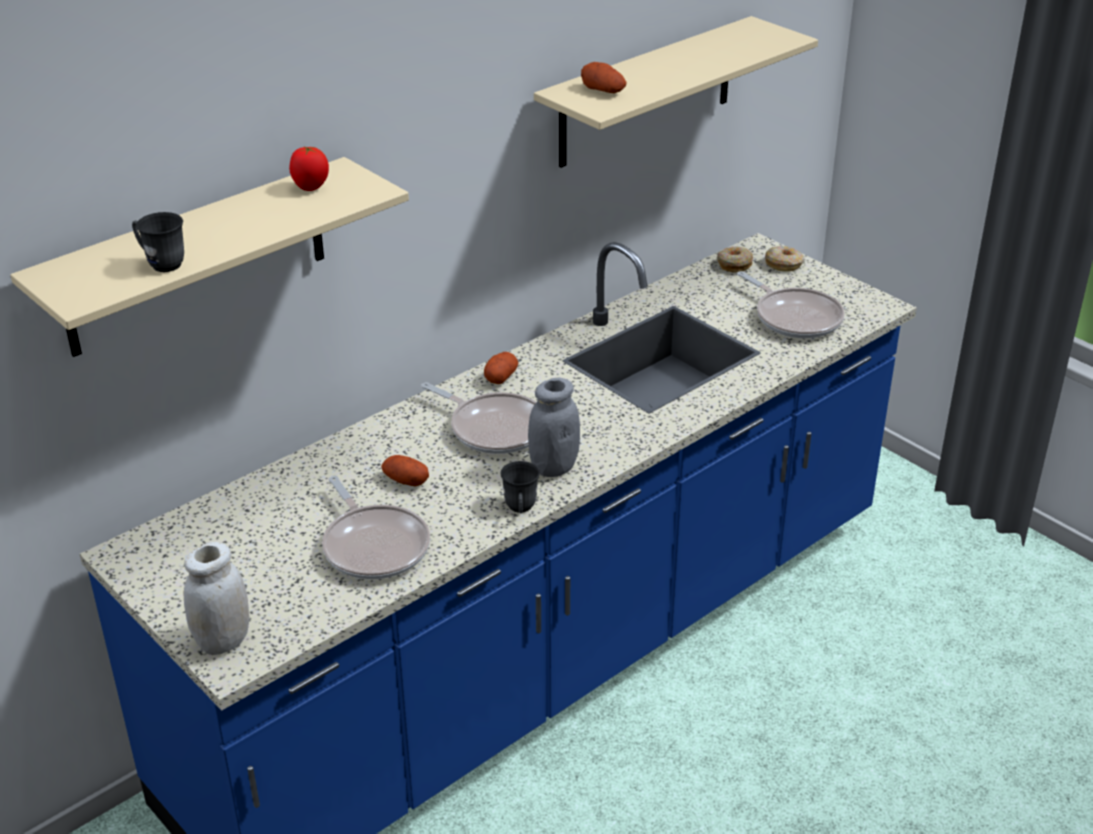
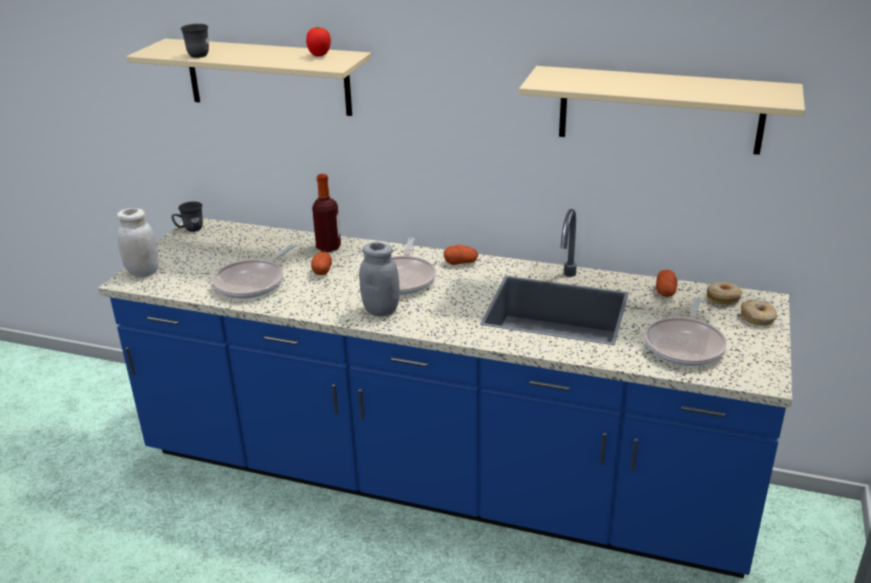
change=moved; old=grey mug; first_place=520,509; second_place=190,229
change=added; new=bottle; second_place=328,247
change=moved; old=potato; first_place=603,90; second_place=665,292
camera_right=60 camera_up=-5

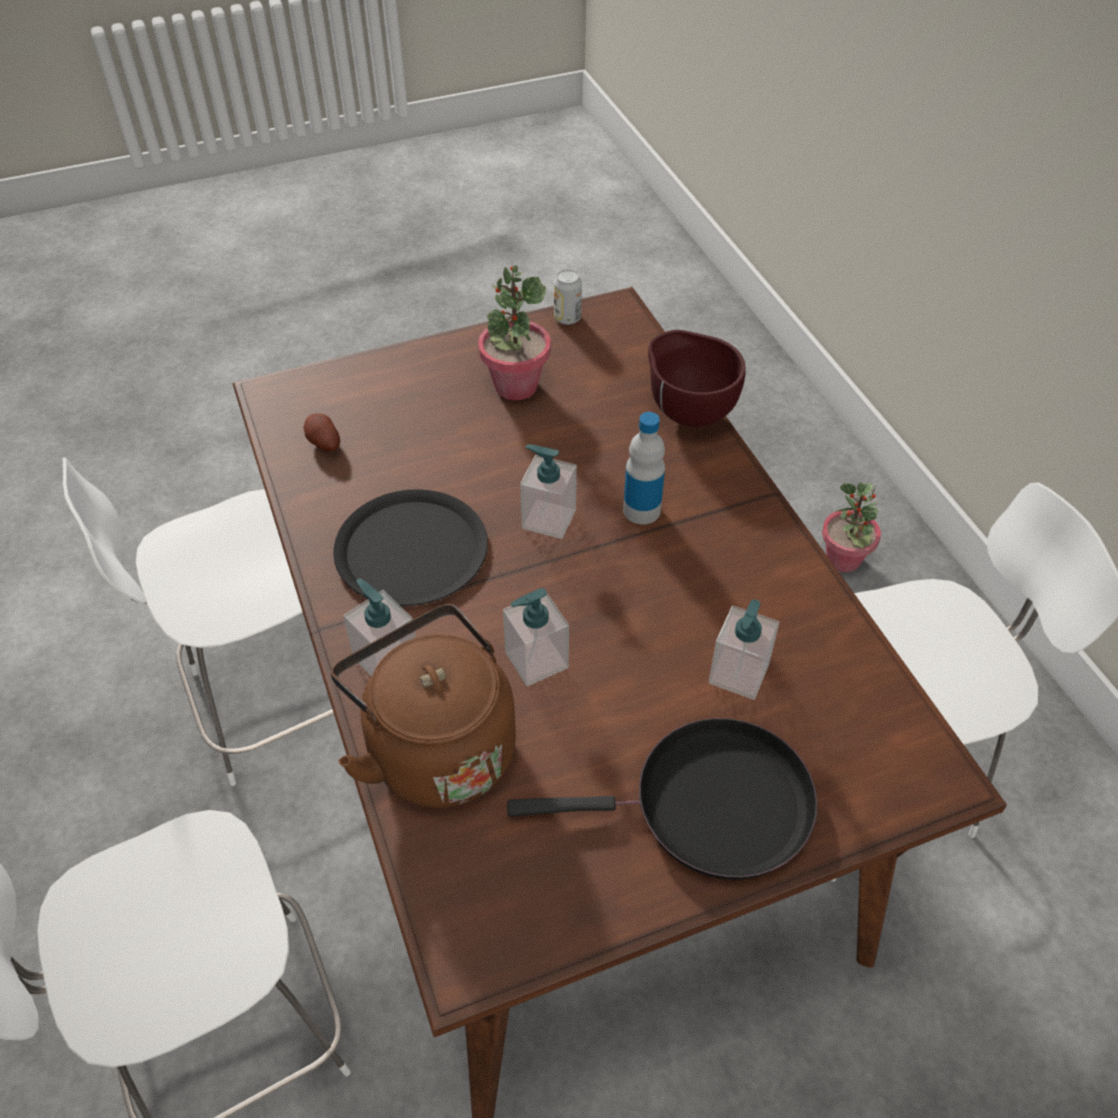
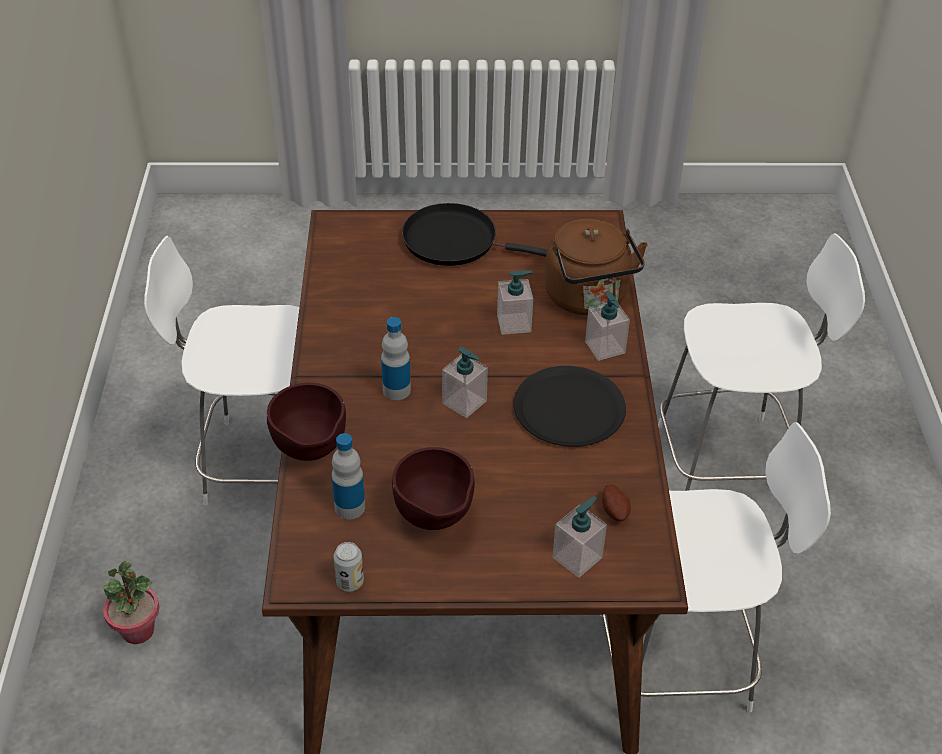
change=added; new=bottle; second_place=350,507
change=replaced; old=potted plant; new=brown bowl; first_place=515,386; second_place=435,520
change=moved; old=soap dispenser; first_place=738,674; second_place=577,557
camera_right=-160 camera_up=-5

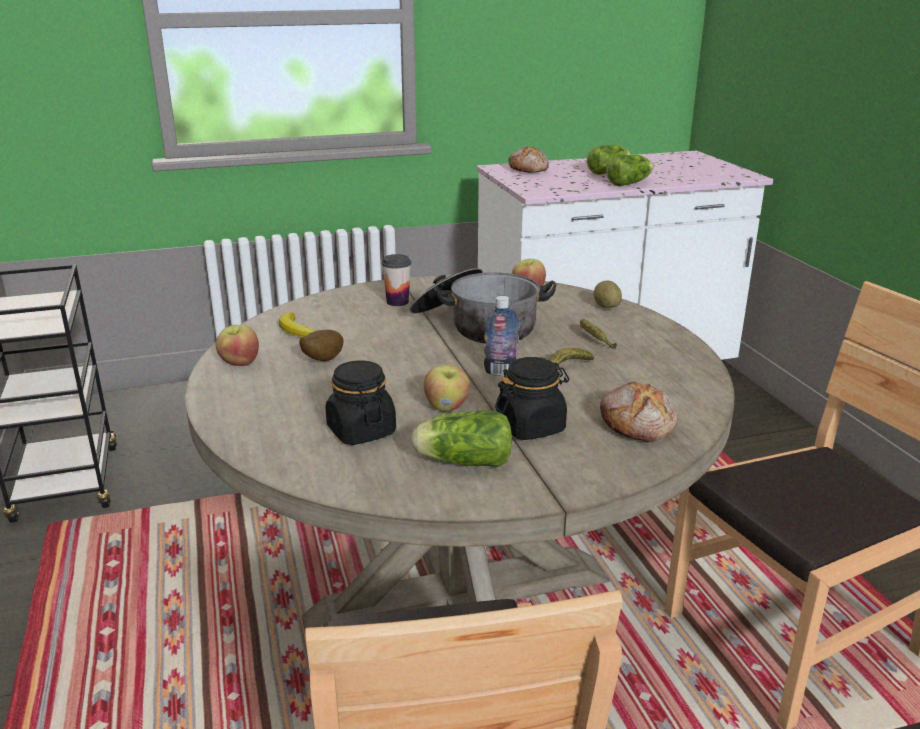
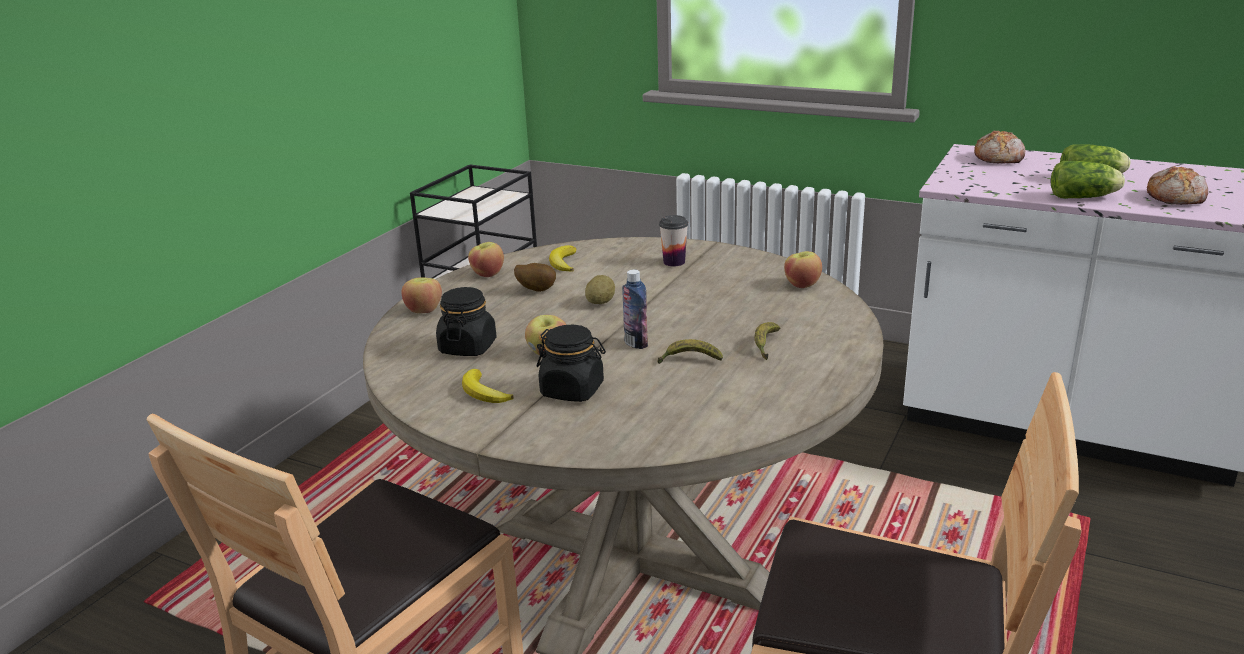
change=added; new=apple; second_place=424,310
change=replaced; old=lettuce; new=banana; first_place=461,461; second_place=483,392
change=moved; old=potato; first_place=606,307; second_place=600,302
change=moved; old=bread; first_place=638,424; second_place=1176,198
change=removed; old=cooking pot; first_place=477,326
camera_right=45 camera_up=0

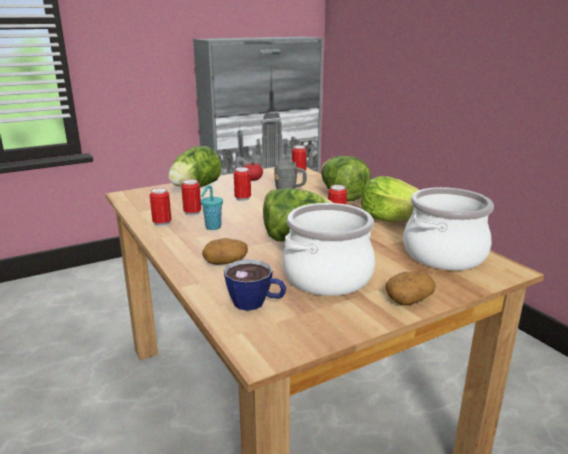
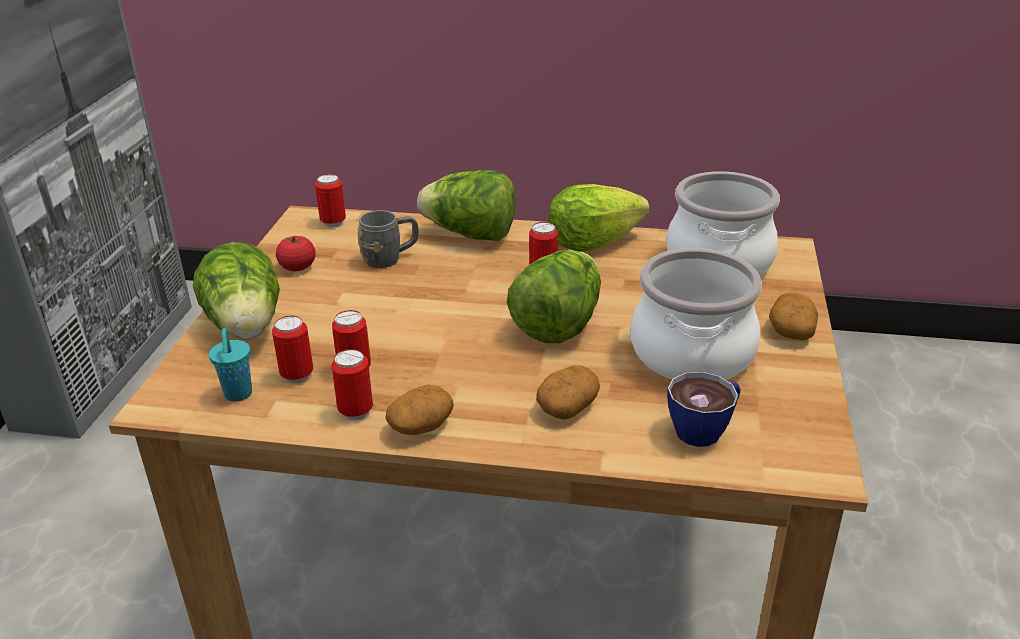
change=moved; old=turquoise cup; first_place=212,227; second_place=238,395
change=moved; old=can; first_place=242,199; second_place=297,375
change=added; new=potato; second_place=421,426
camera_right=-50 camera_up=10

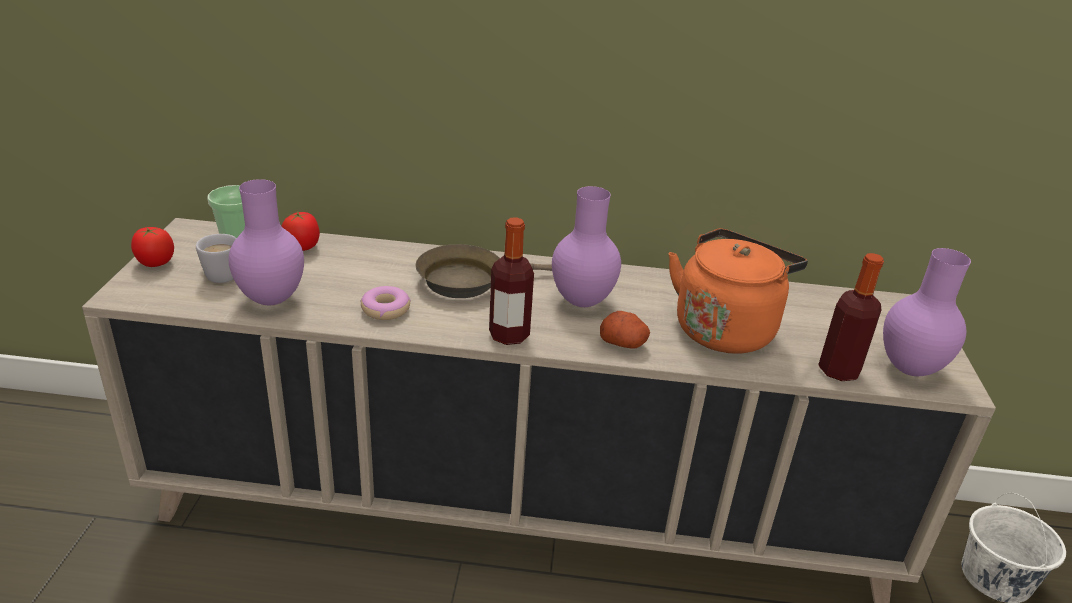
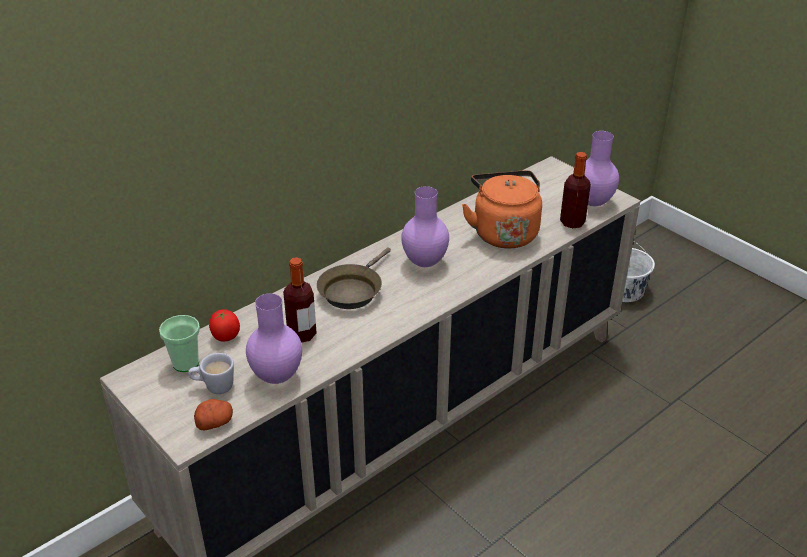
change=moved; old=potato; first_place=624,343; second_place=215,422
change=moved; old=bottle; first_place=509,335; second_place=302,334
change=removed; old=tomato; first_place=155,263
change=removed; old=donut; first_place=386,309
camera_right=-45 camera_up=5

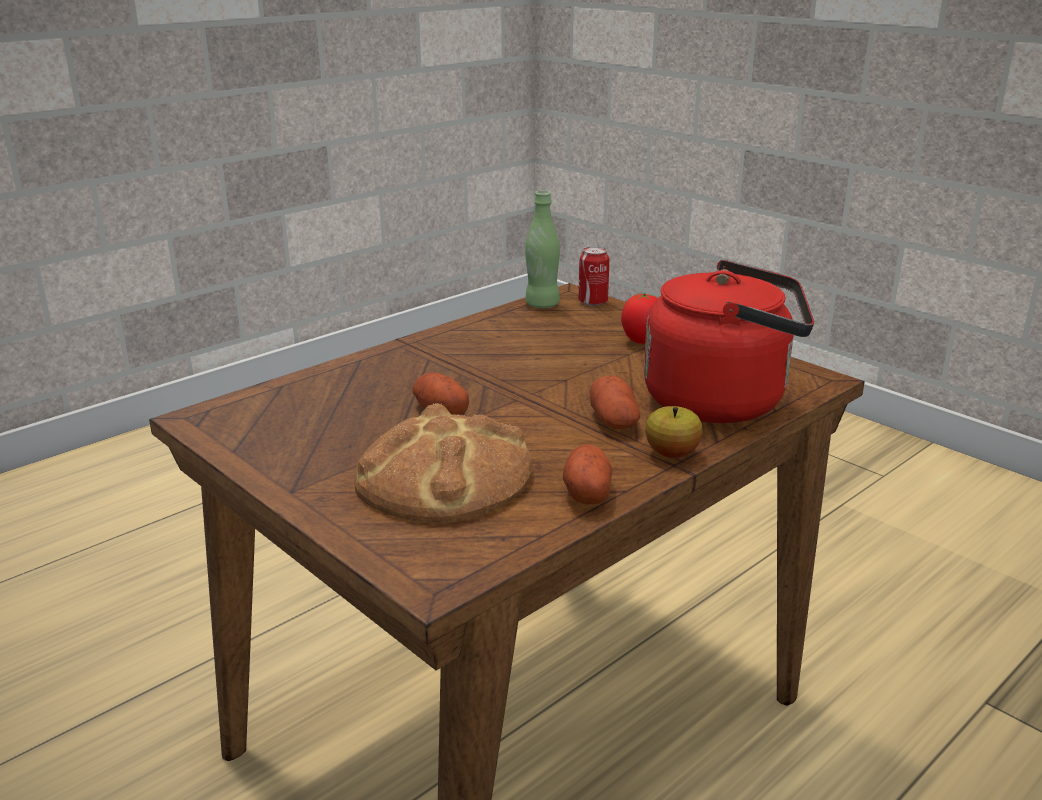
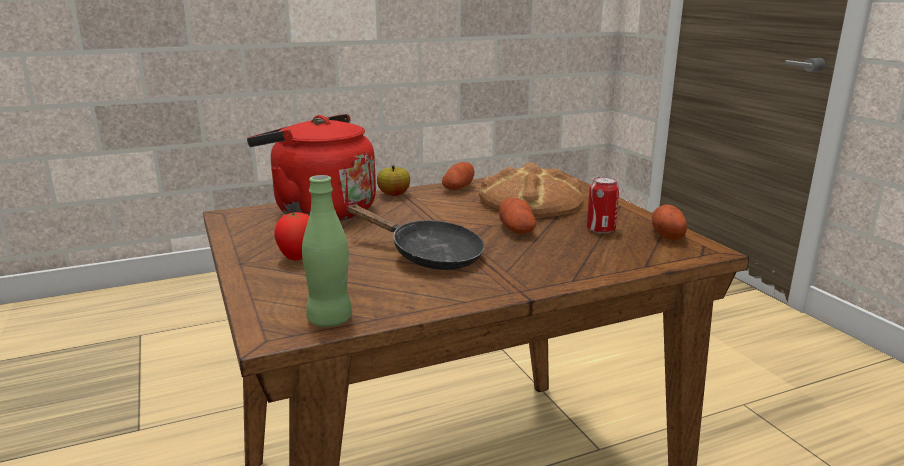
change=added; new=black frying pan; second_place=428,255
change=moved; old=can; first_place=593,302; second_place=600,229
change=moved; old=potato; first_place=614,421; second_place=666,235
camera_right=-160 camera_up=-5

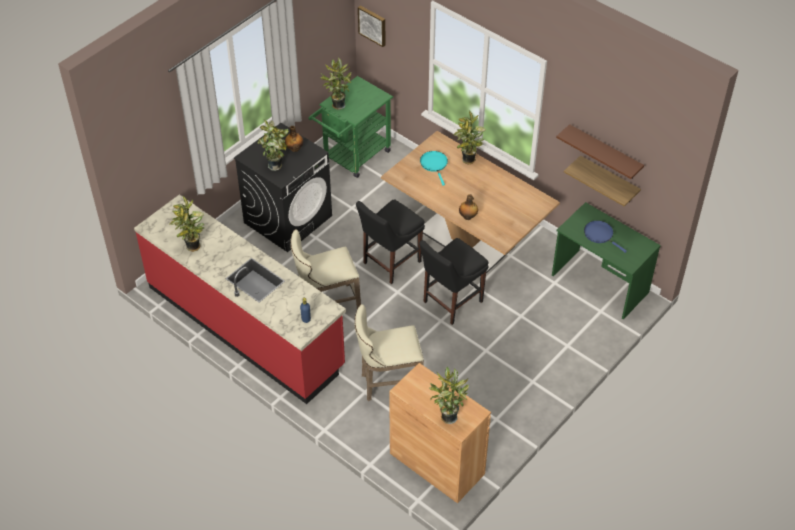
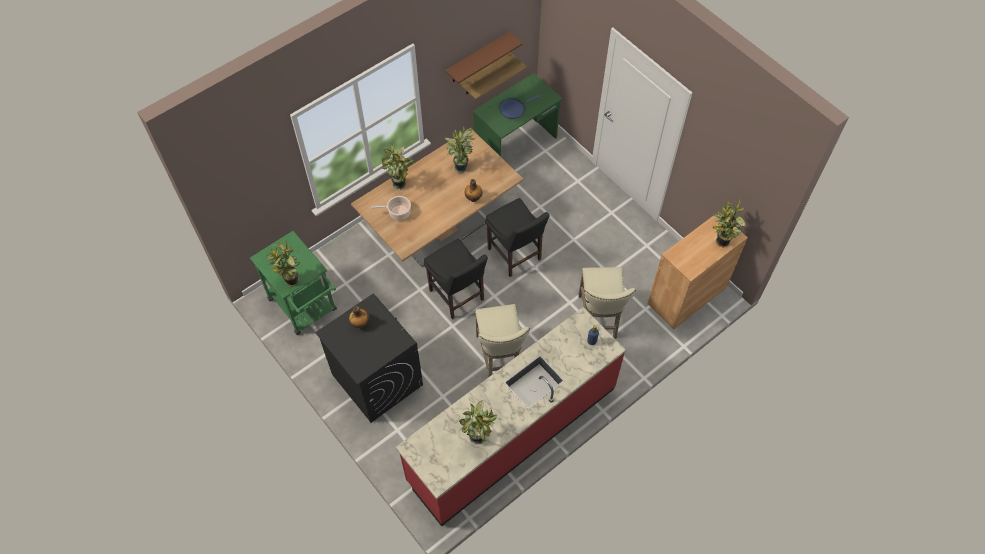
change=replaced; old=turquoise frying pan; new=cooking pot; first_place=434,164; second_place=398,212
change=moved; old=potted plant; first_place=276,166; second_place=461,166
change=removed; old=picture; first_place=372,25
camera_right=-80 camera_up=10

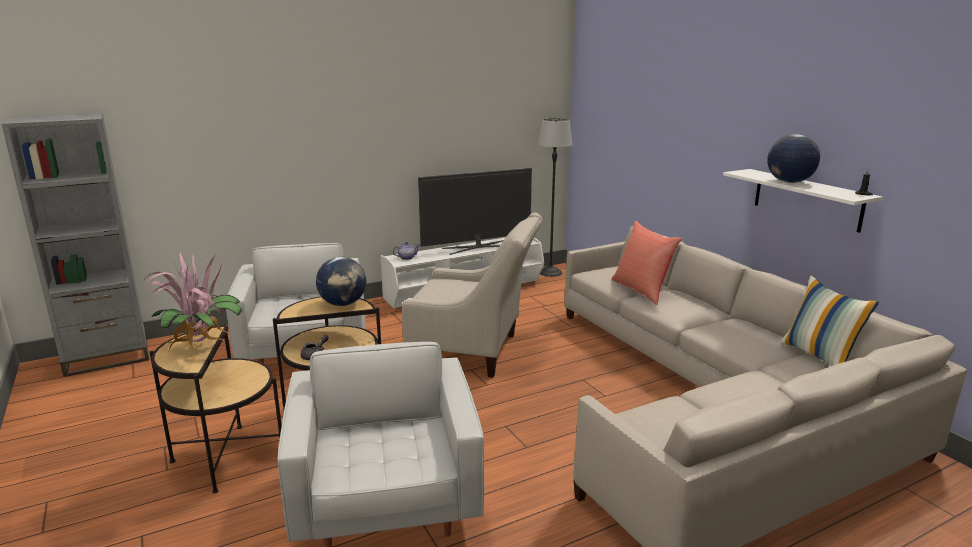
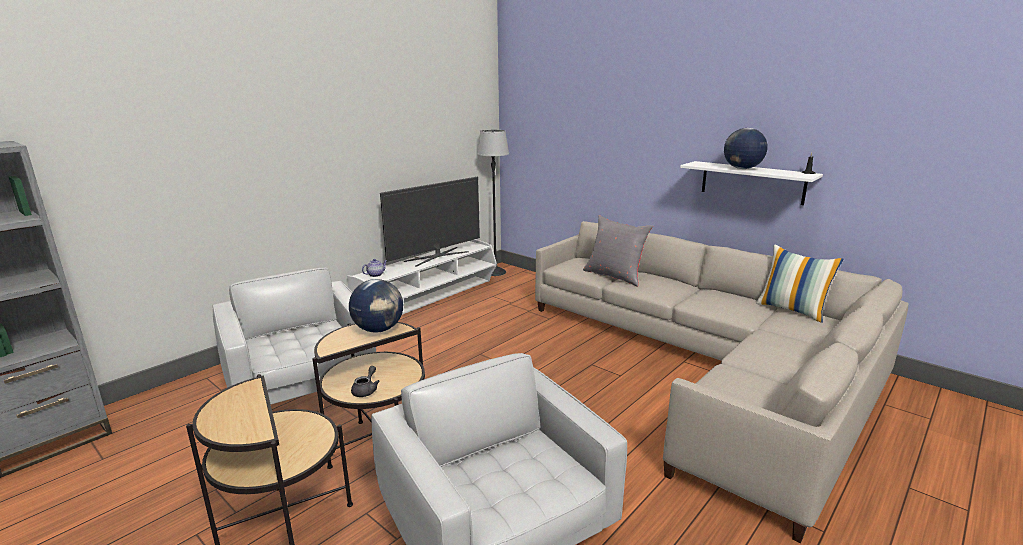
change=recoloured; old=red pillow; new=grey pillow; first_place=642,290; second_place=615,276
change=removed; old=potted plant; first_place=202,348
change=removed; old=beige armchair; first_place=474,352
camera_right=-20 camera_up=0

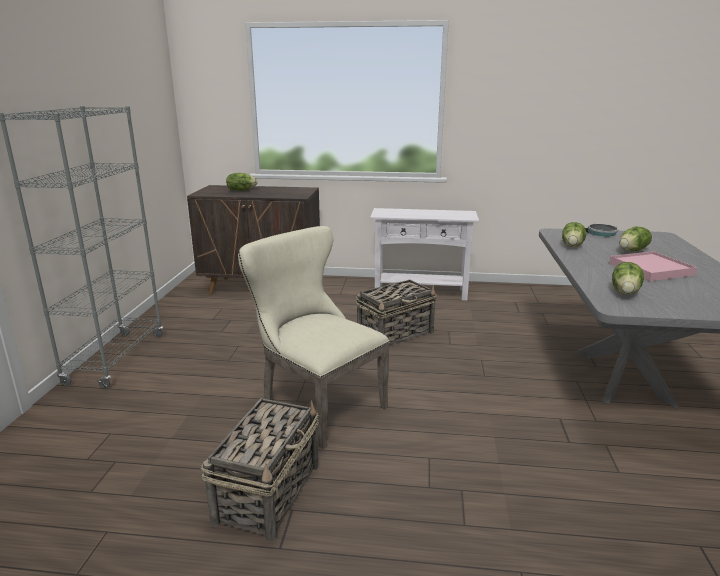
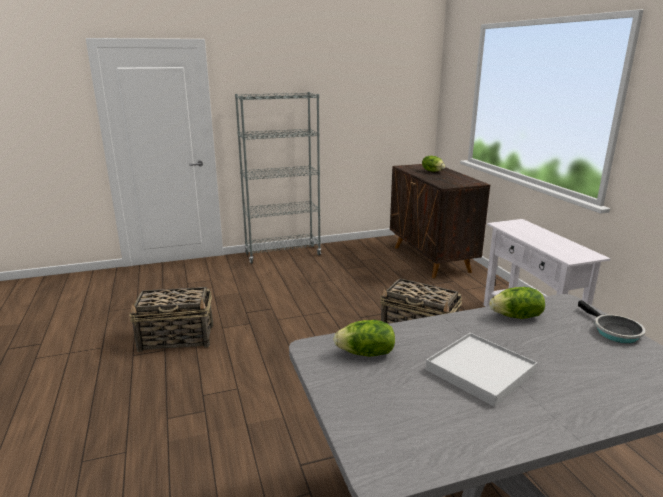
change=recoloured; old=pink tray; new=white tray; first_place=650,269; second_place=480,371
change=removed; old=beige chair; first_place=316,404
change=removed; old=lettuce; first_place=632,250
camera_right=65 camera_up=0

